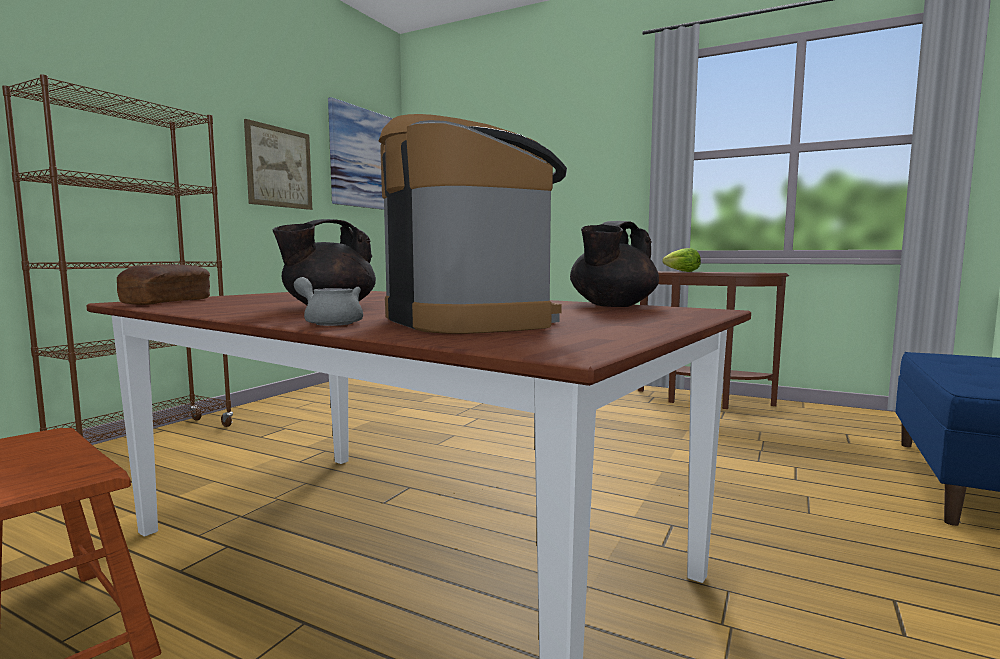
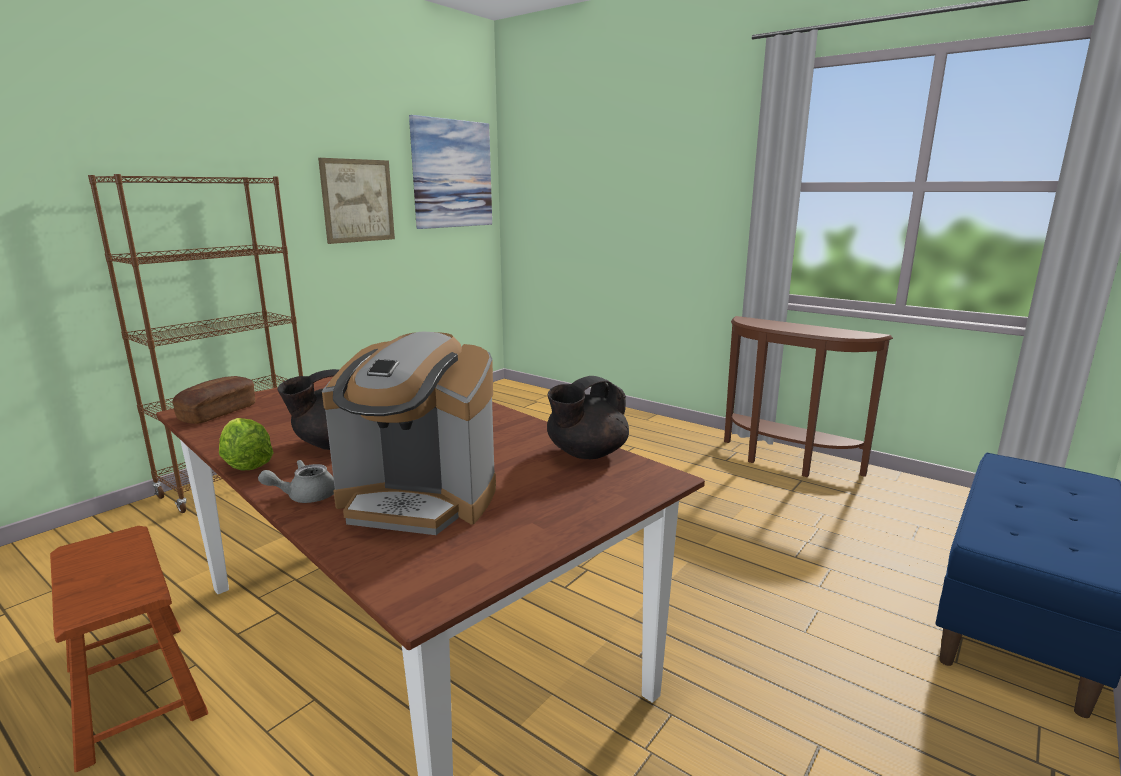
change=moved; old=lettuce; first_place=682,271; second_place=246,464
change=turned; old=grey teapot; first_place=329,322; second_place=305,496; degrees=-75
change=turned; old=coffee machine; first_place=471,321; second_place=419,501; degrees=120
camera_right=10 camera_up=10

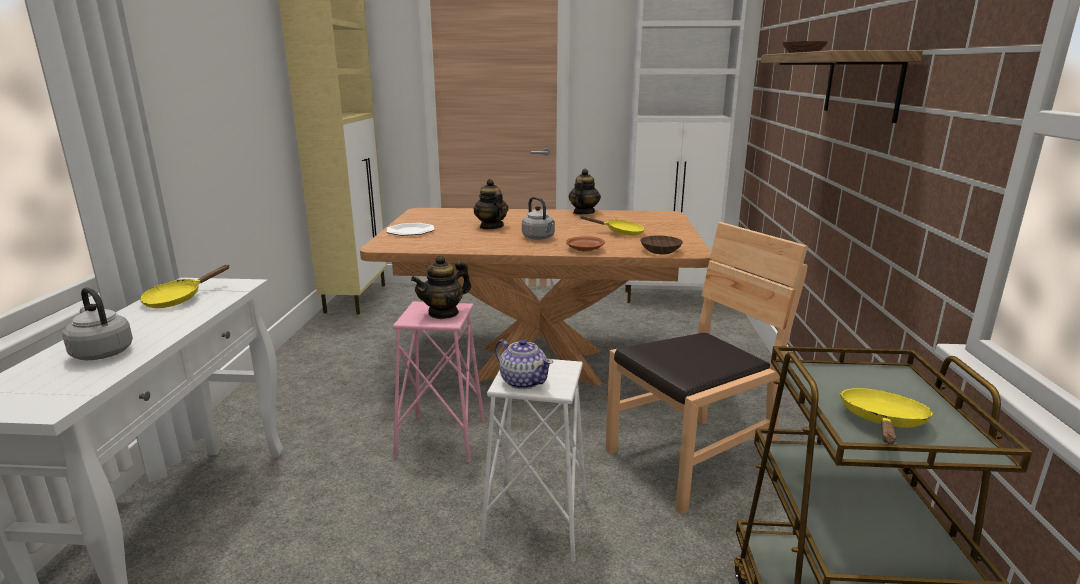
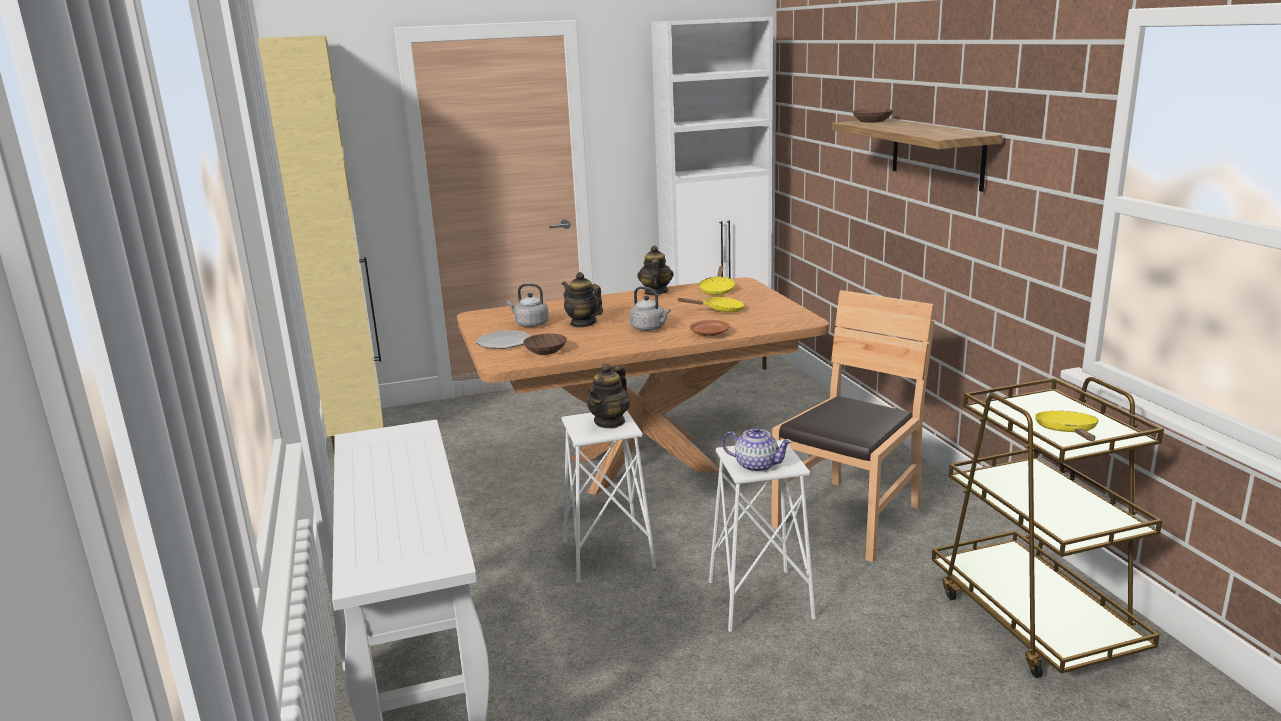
change=moved; old=grey kettle; first_place=101,352; second_place=530,324
change=moved; old=brown bowl; first_place=660,251; second_place=545,350
change=recoloured; old=pink stool; new=white stool; first_place=441,438; second_place=607,555
change=moved; old=yellow frying pan; first_place=178,299; second_place=717,290
camera_right=-20 camera_up=0

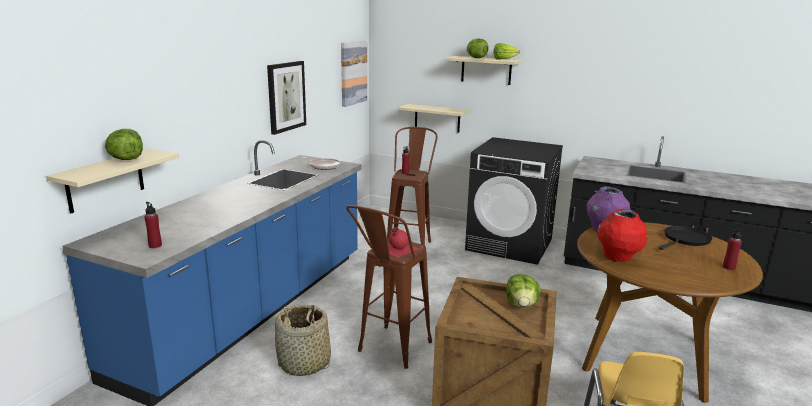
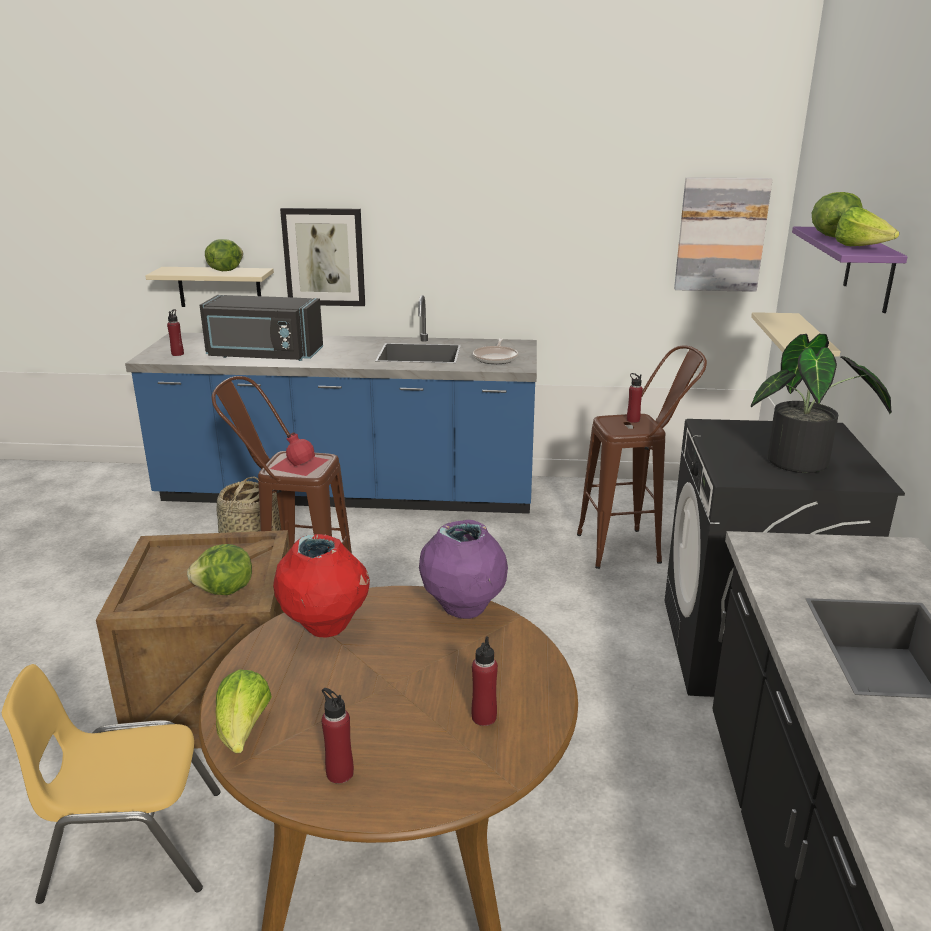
change=added; new=black microwave; second_place=263,356
change=added; new=lettuce; second_place=244,732
change=moved; old=picture; first_place=286,96; second_place=324,257
change=replaced; old=black frying pan; new=red bottle; first_place=685,240; second_place=484,717
change=added; new=potted plant; second_place=805,464
change=recoloured; old=beige shelf; new=purple shelf; first_place=486,70; second_place=869,269
camera_right=70 camera_up=5

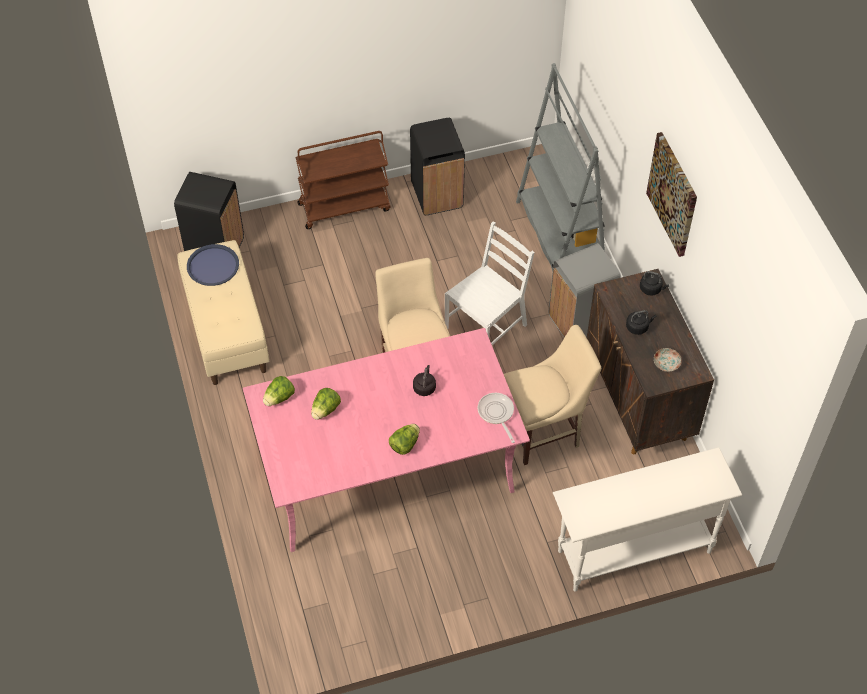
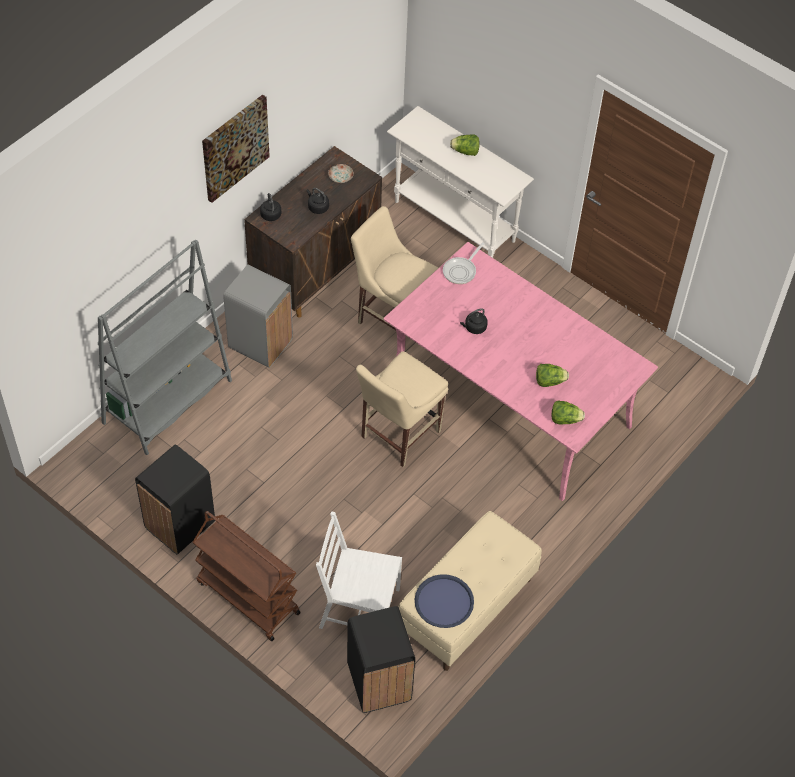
change=moved; old=white chair; first_place=486,326; second_place=358,609
change=moved; old=lettuce; first_place=405,444; second_place=465,152
camera_right=-125 camera_up=0

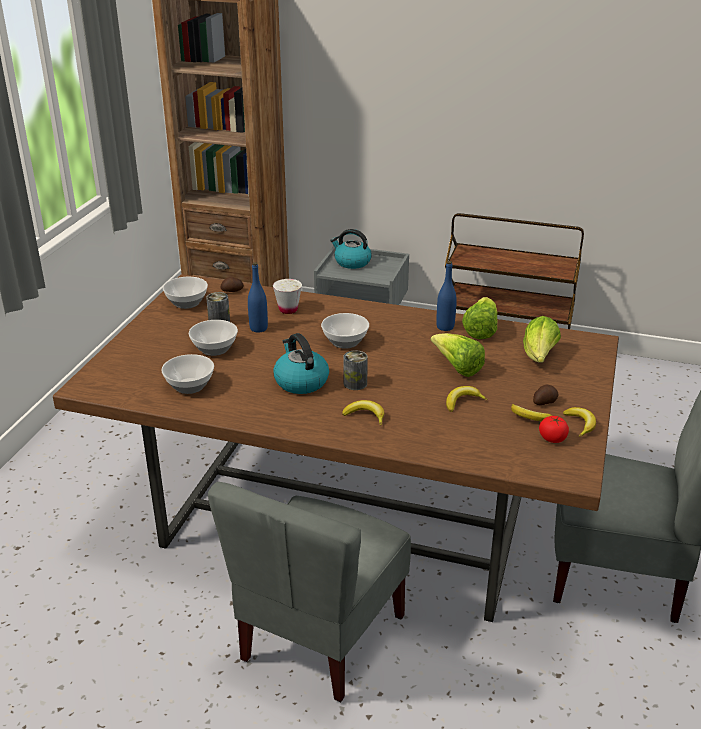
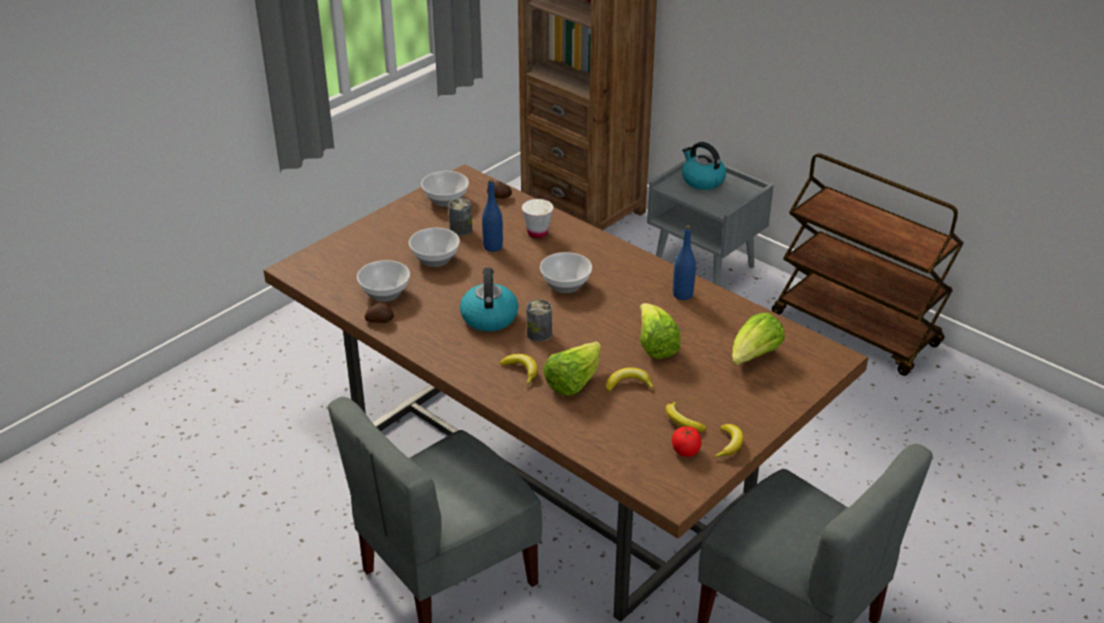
change=moved; old=potato; first_place=544,402; second_place=379,320
change=moved; old=lettuce; first_place=480,330; second_place=573,382
camera_right=25 camera_up=5

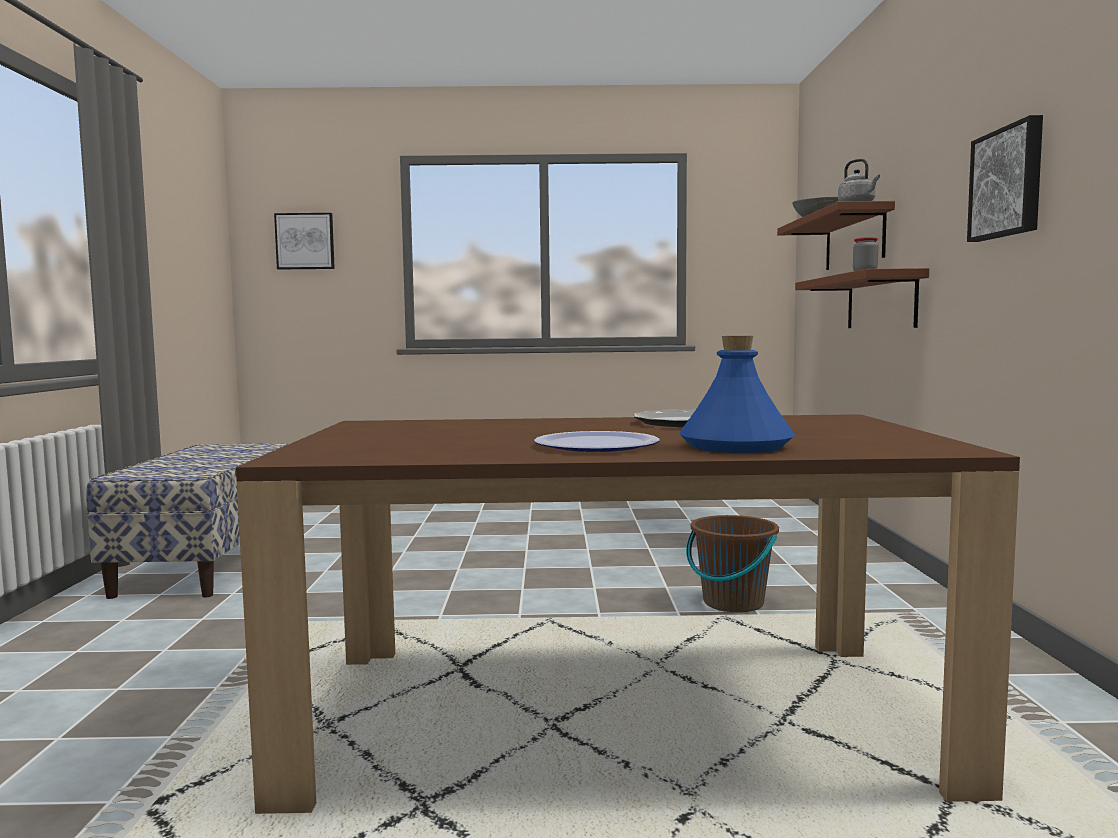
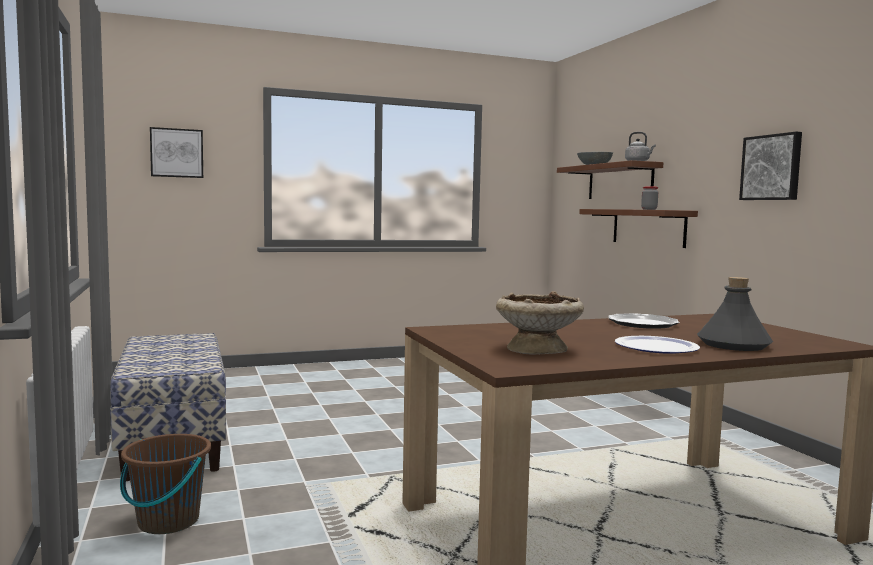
change=moved; old=brown bucket; first_place=732,603; second_place=168,521
change=added; new=beige bowl; second_place=537,349
change=recoloured; old=blue bottle; new=grey bottle; first_place=735,446; second_place=733,345
camera_right=-20 camera_up=0

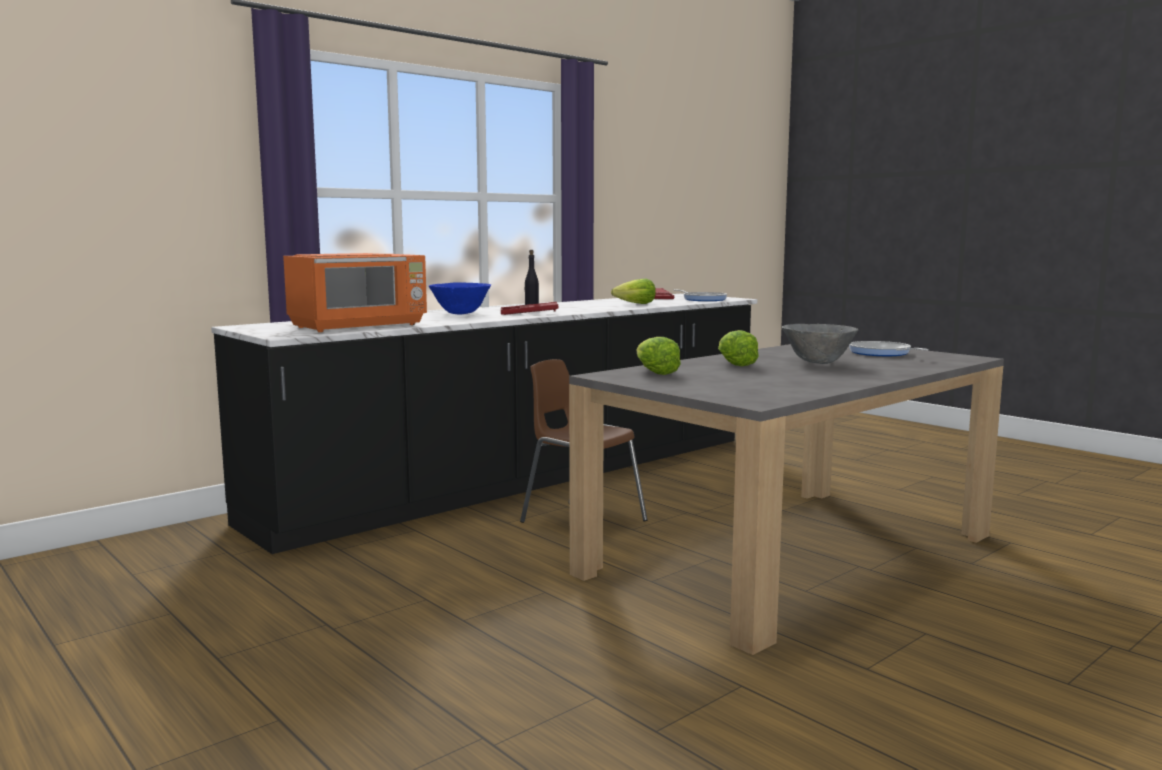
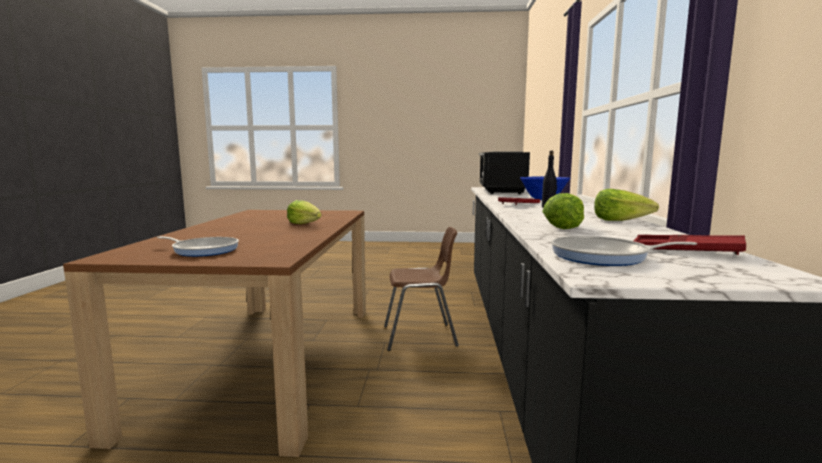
change=recoloured; old=grey dining table; new=brown dining table; first_place=792,554; second_place=268,358
change=recoloured; old=orange microwave; new=black microwave; first_place=360,326; second_place=501,191
change=moved; old=lettuce; first_place=655,372; second_place=620,221
change=removed; old=grey bowl; first_place=818,363
camera_right=135 camera_up=0

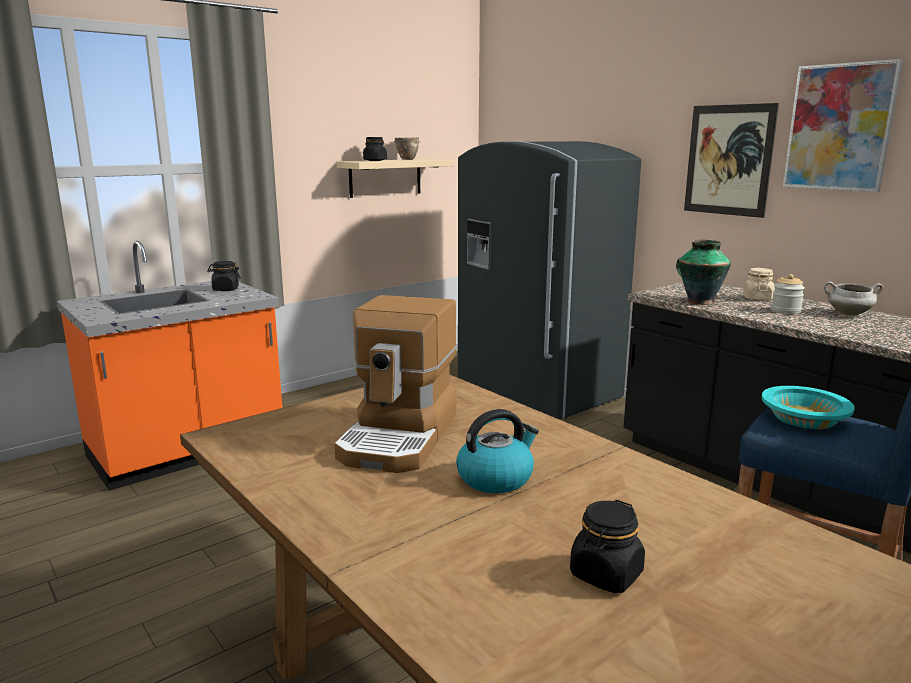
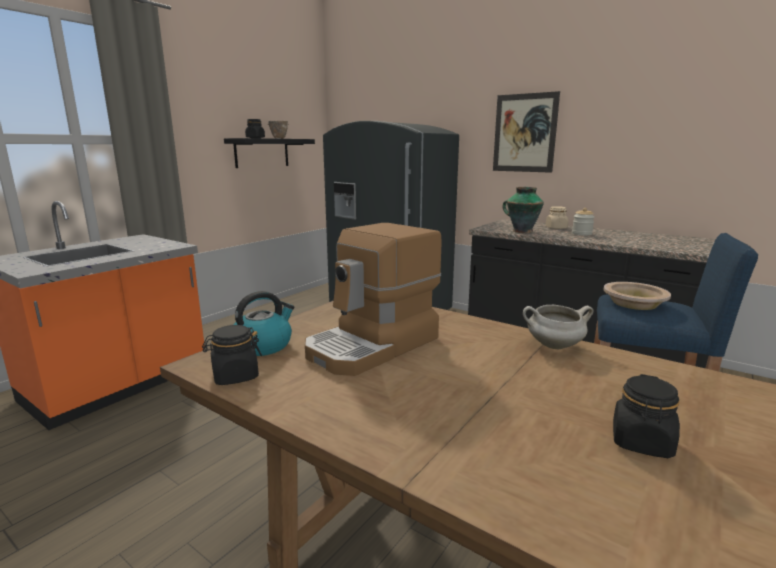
change=moved; old=black jar; first_place=225,289; second_place=235,376
change=recoloured; old=beige shelf; new=black shelf; first_place=385,177; second_place=262,153
change=moved; old=kettle; first_place=496,478; second_place=263,345
change=turned; old=coffee machine; first_place=401,437; second_place=373,346; degrees=45
change=moved; old=white cooking pot; first_place=848,314; second_place=553,346
change=recoloured; old=turquoise bowl; new=beige bowl; first_place=804,418; second_place=634,303
change=removed; old=picture; first_place=839,127
camera_right=-15 camera_up=0

